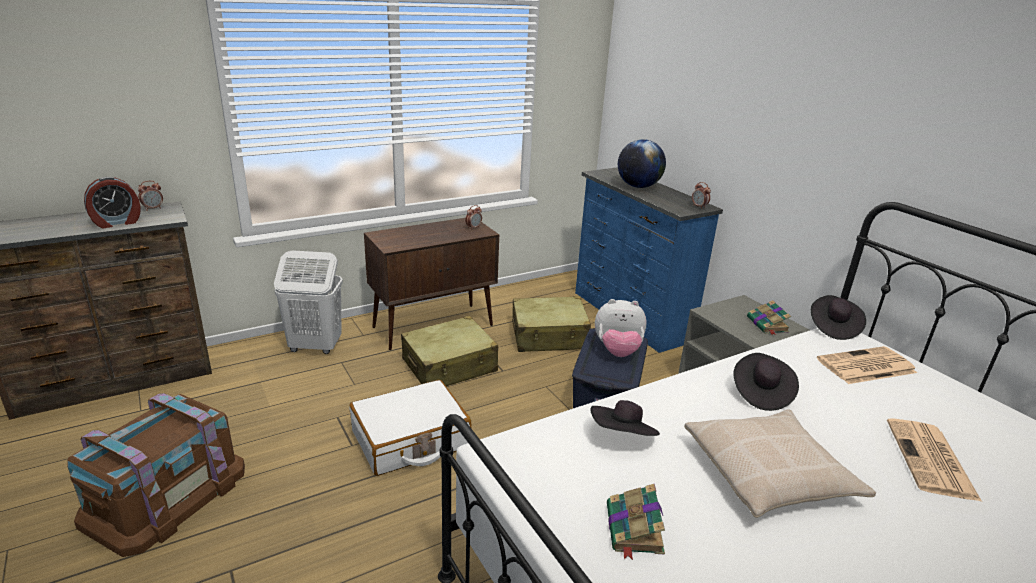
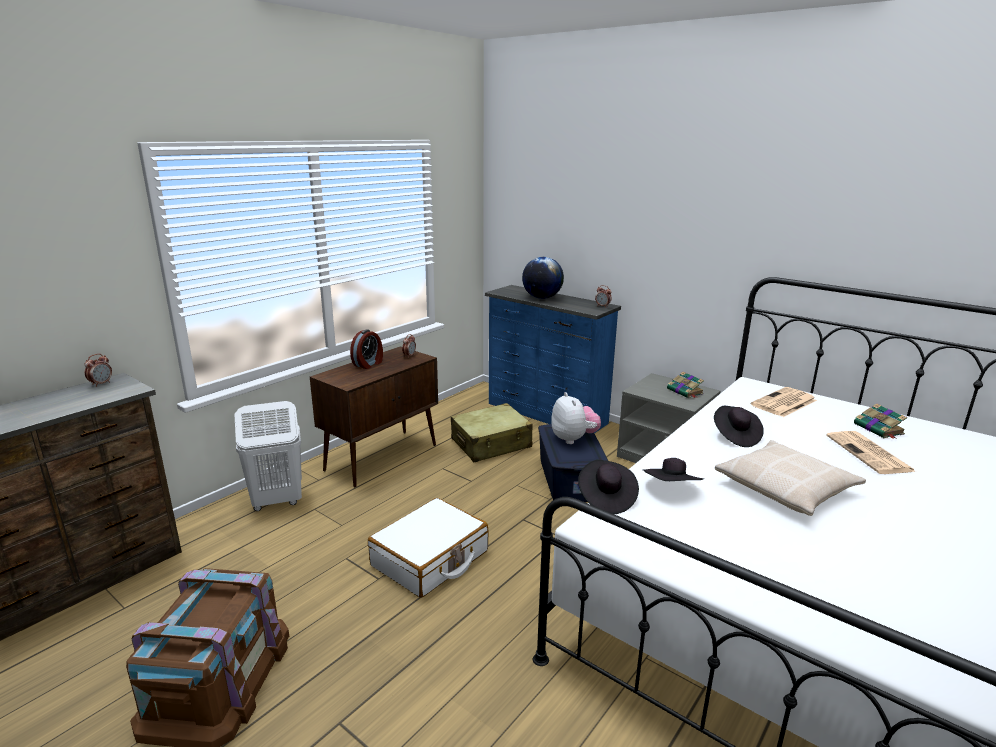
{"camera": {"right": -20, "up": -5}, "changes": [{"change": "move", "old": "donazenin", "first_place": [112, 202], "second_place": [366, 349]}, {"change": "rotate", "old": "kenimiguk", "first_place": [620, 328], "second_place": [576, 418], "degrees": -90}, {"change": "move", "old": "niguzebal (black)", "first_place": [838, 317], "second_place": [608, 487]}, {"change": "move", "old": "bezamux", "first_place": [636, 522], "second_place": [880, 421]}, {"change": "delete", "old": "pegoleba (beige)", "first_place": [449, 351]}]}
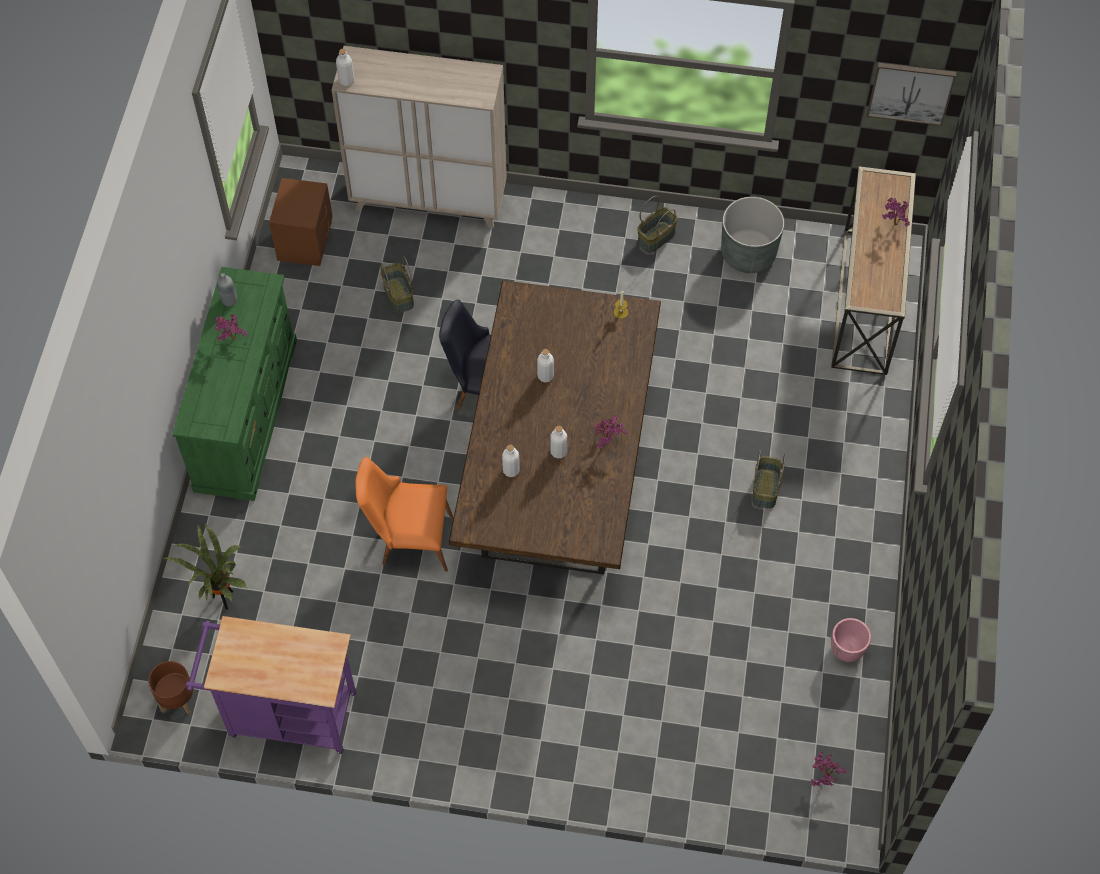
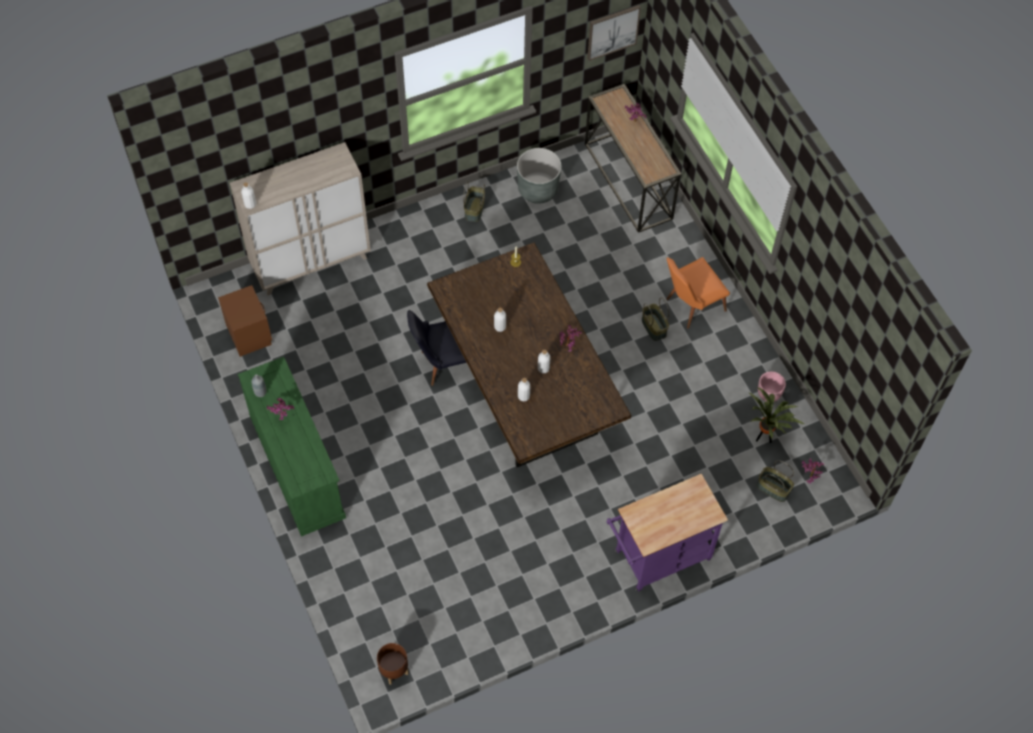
{"camera": {"right": -35, "up": 0}, "changes": [{"change": "move", "old": "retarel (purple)", "first_place": [270, 685], "second_place": [667, 532]}, {"change": "move", "old": "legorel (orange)", "first_place": [404, 514], "second_place": [698, 293]}, {"change": "move", "old": "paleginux", "first_place": [205, 566], "second_place": [776, 415]}, {"change": "move", "old": "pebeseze", "first_place": [397, 284], "second_place": [775, 481]}]}
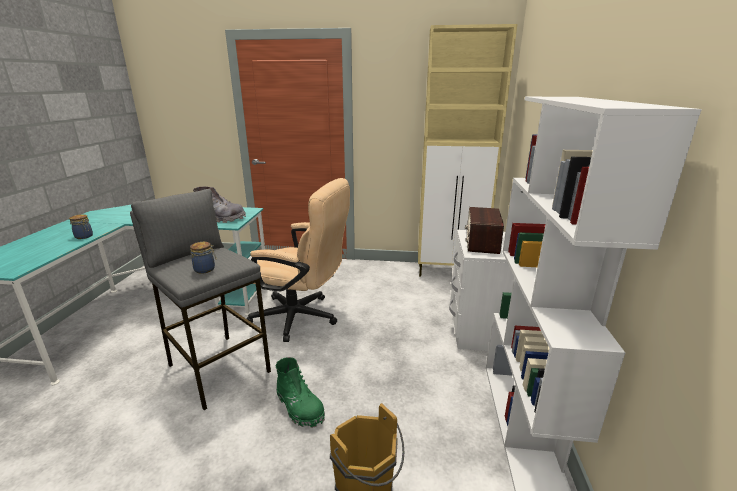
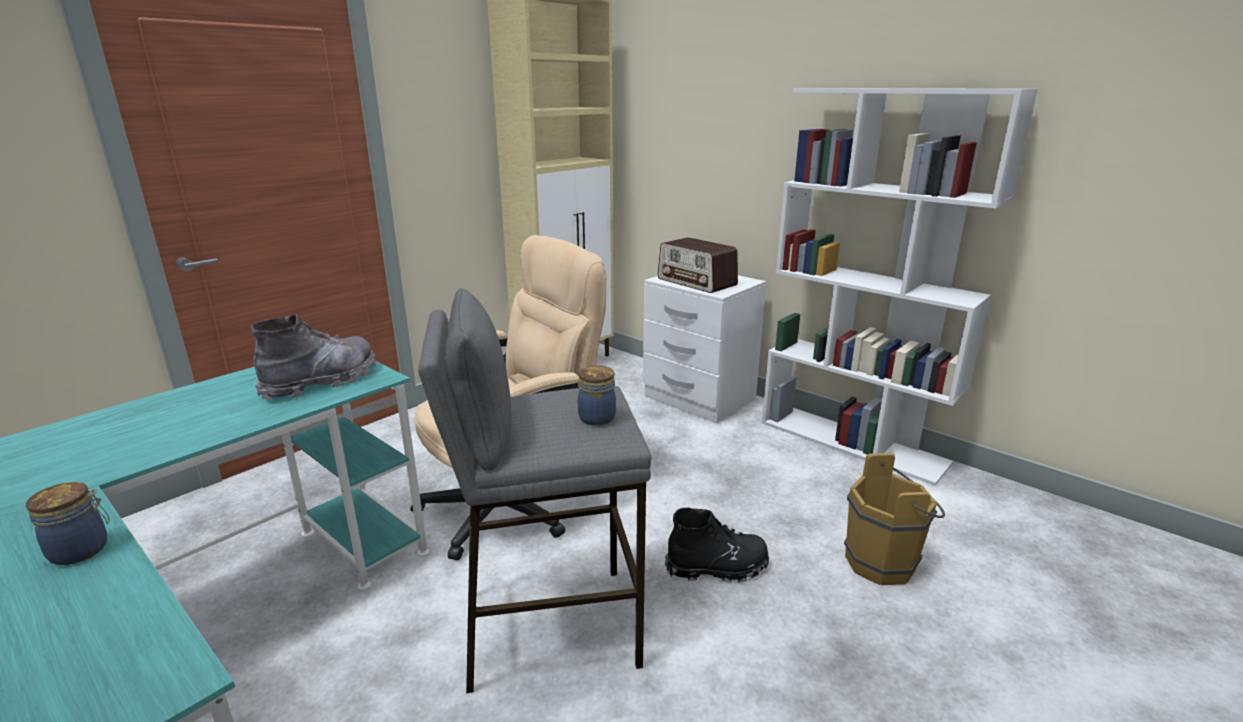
{"camera": {"right": -55, "up": 0}, "changes": [{"change": "recolor", "old": "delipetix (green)", "new": "delipetix (black)", "first_place": [300, 392], "second_place": [717, 545]}]}
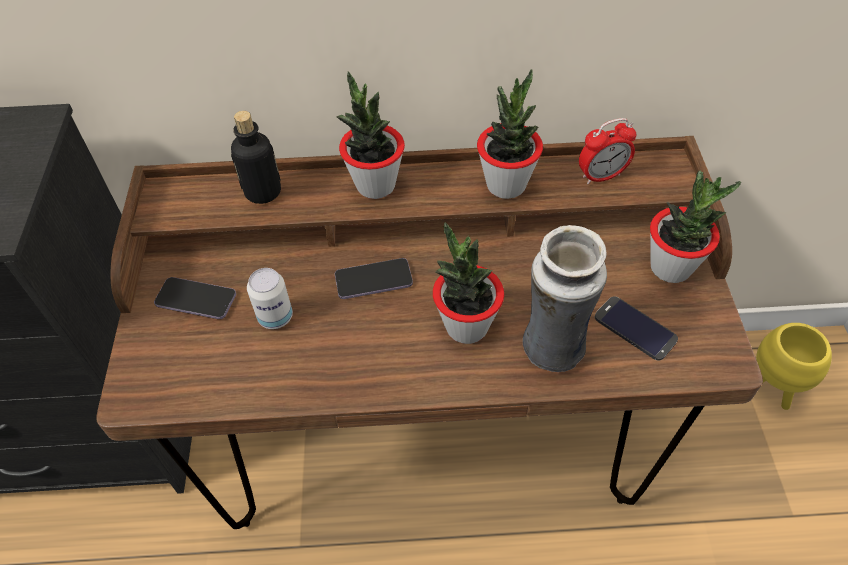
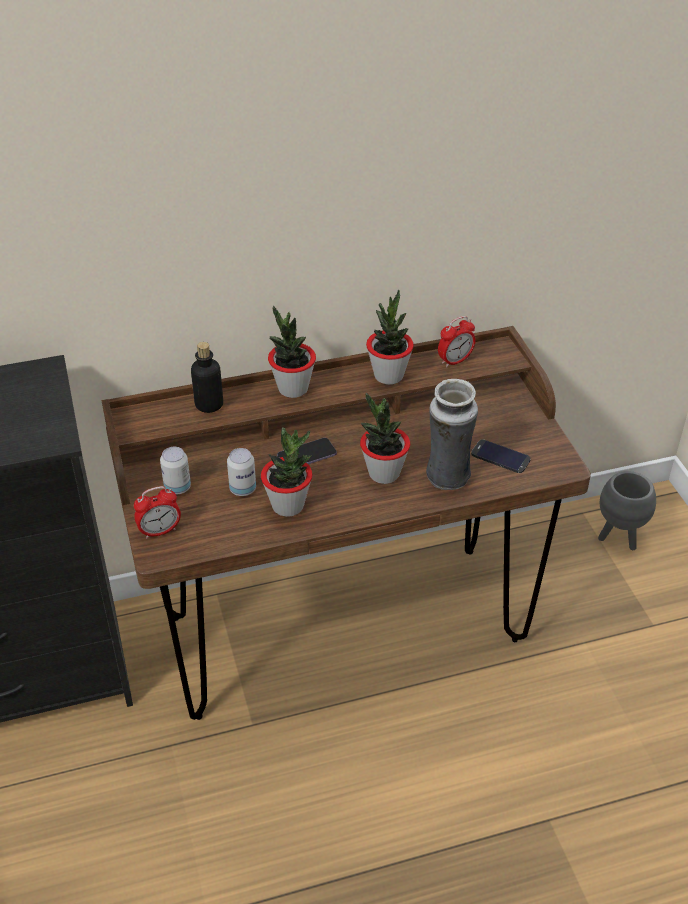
{"camera": {"right": -15, "up": -10}, "changes": [{"change": "insert", "new": "donazenin", "second_place": [157, 512]}, {"change": "replace", "old": "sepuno", "new": "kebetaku", "first_place": [195, 298], "second_place": [175, 471]}, {"change": "move", "old": "paleginux", "first_place": [695, 227], "second_place": [287, 472]}, {"change": "recolor", "old": "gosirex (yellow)", "new": "gosirex (grey)", "first_place": [794, 366], "second_place": [627, 510]}]}
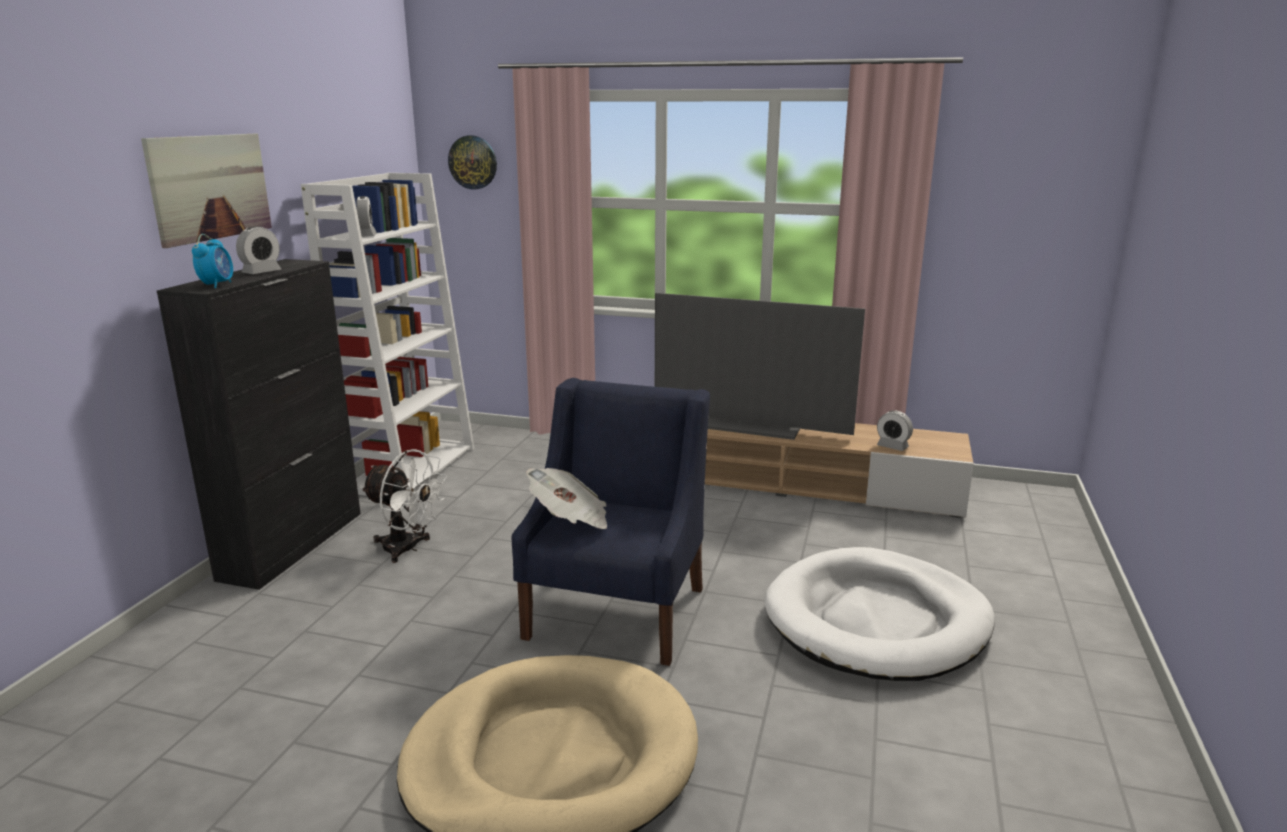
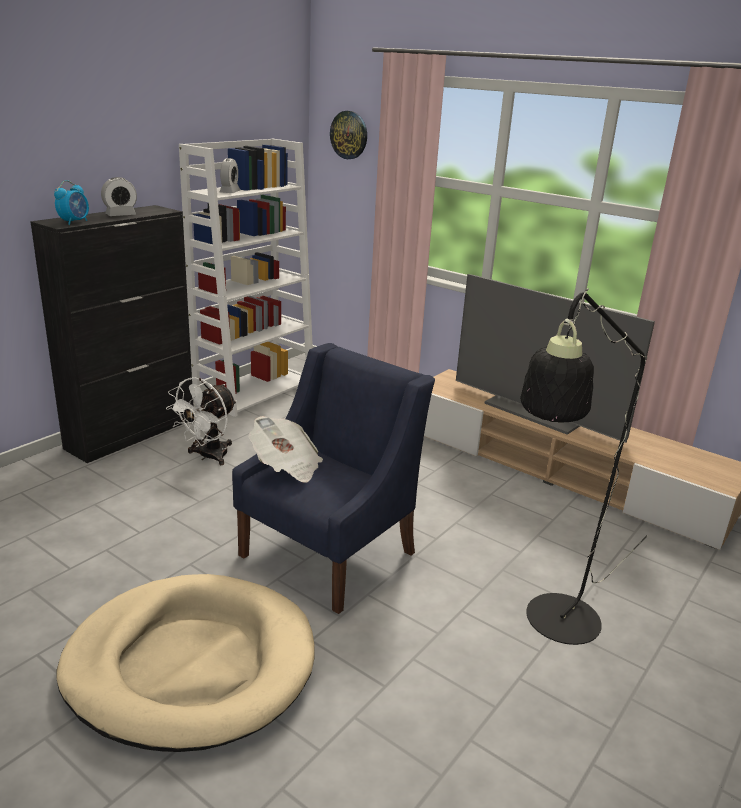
{"camera": {"right": 20, "up": 5}, "changes": [{"change": "rotate", "old": "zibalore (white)", "first_place": [404, 506], "second_place": [201, 421], "degrees": 75}, {"change": "replace", "old": "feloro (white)", "new": "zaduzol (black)", "first_place": [879, 614], "second_place": [584, 466]}, {"change": "delete", "old": "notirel", "first_place": [206, 190]}, {"change": "delete", "old": "donazenin", "first_place": [895, 430]}]}
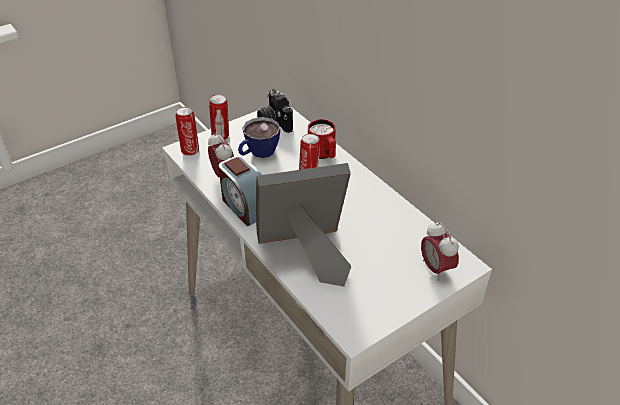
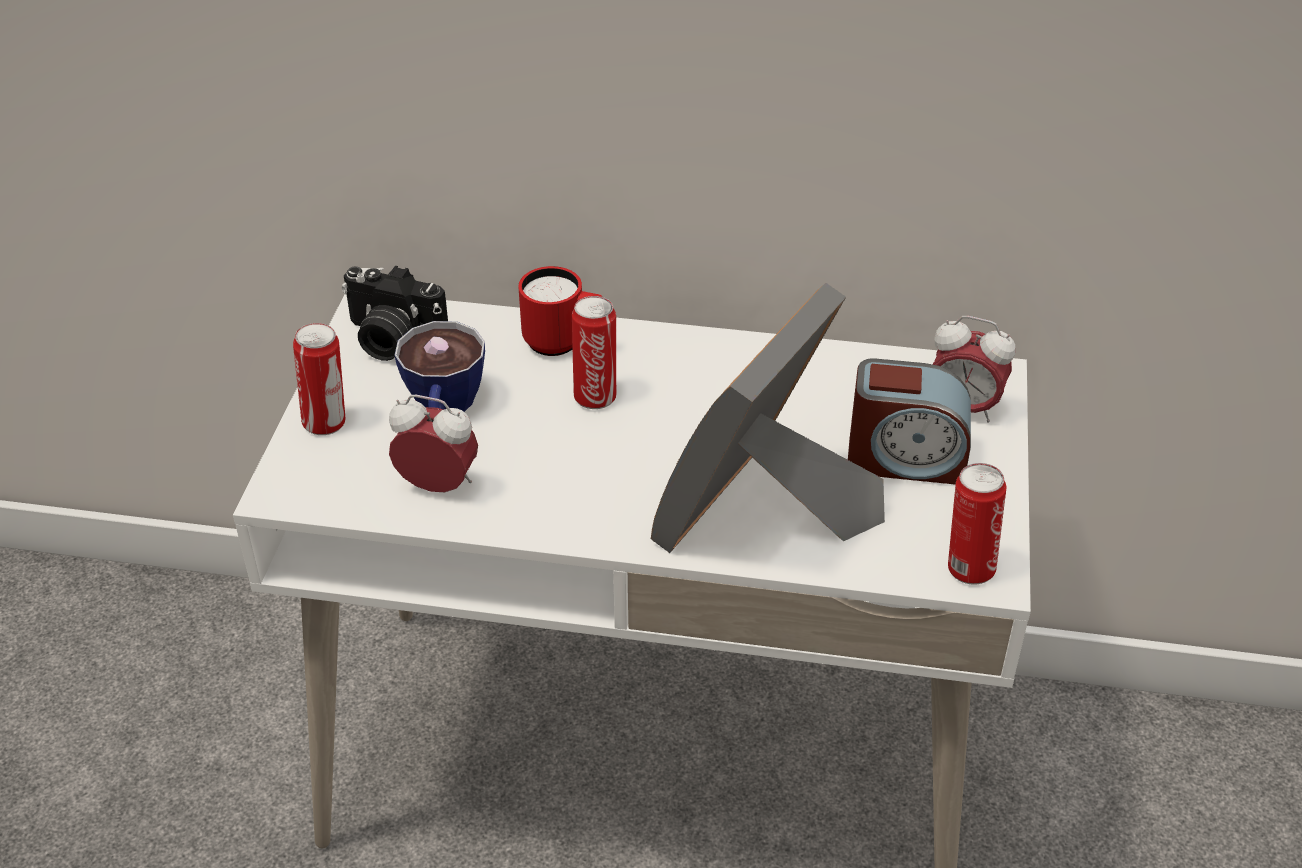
{"camera": {"right": -45, "up": 0}, "changes": [{"change": "move", "old": "donazenin", "first_place": [239, 190], "second_place": [909, 421]}, {"change": "move", "old": "kebetaku", "first_place": [187, 131], "second_place": [977, 523]}]}
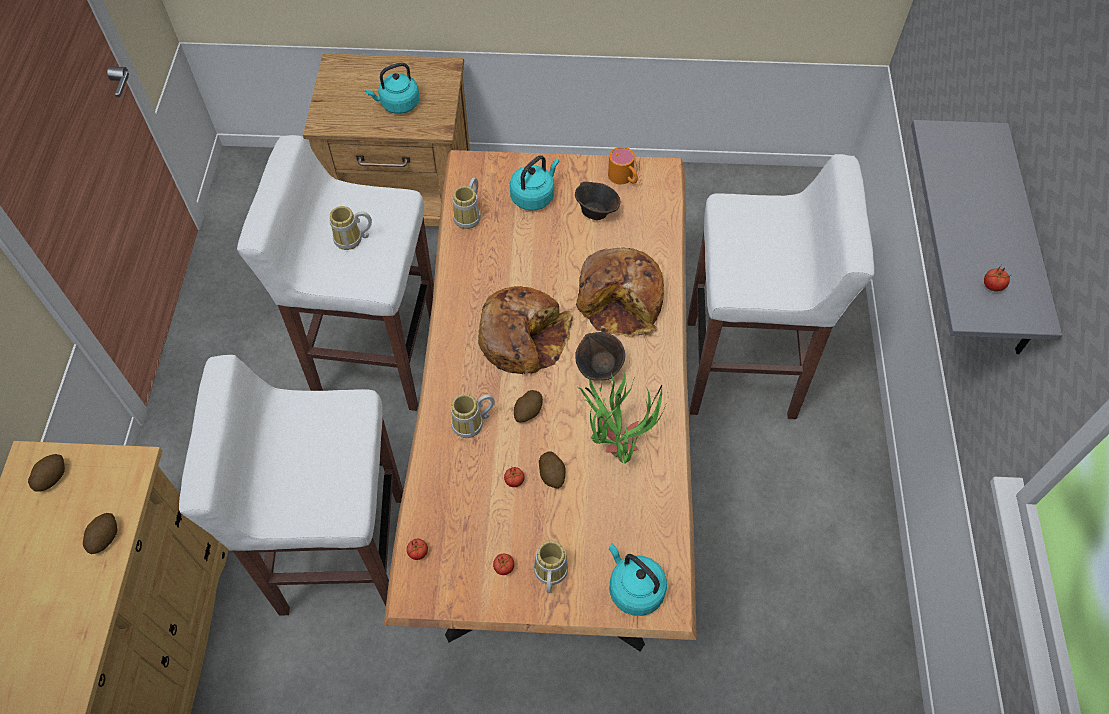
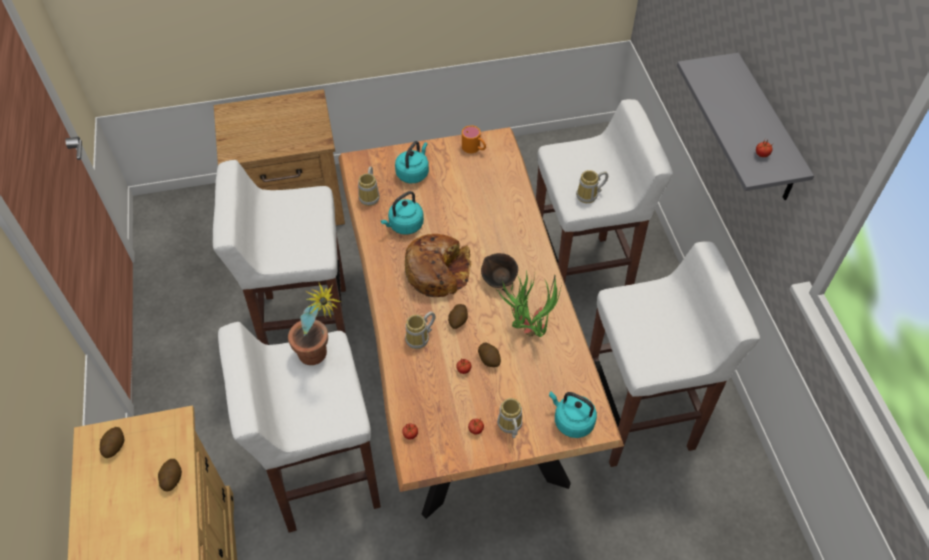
{"camera": {"right": -15, "up": -5}, "changes": [{"change": "insert", "new": "paleginux", "second_place": [314, 324]}, {"change": "move", "old": "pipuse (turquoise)", "first_place": [393, 88], "second_place": [402, 213]}, {"change": "move", "old": "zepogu", "first_place": [350, 228], "second_place": [592, 186]}, {"change": "insert", "new": "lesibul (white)", "second_place": [674, 354]}, {"change": "delete", "old": "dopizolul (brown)", "first_place": [597, 200]}, {"change": "delete", "old": "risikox", "first_place": [620, 292]}]}
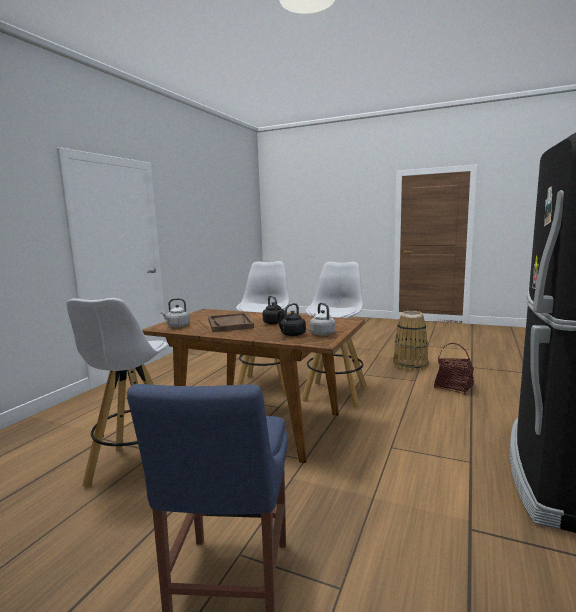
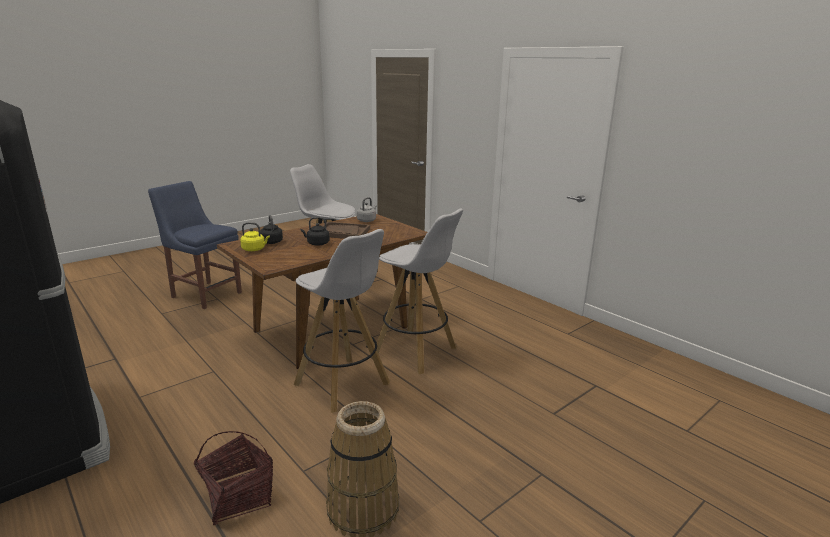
{"camera": {"right": 115, "up": 10}, "changes": [{"change": "recolor", "old": "pipuse (grey)", "new": "pipuse (yellow)", "first_place": [322, 319], "second_place": [255, 236]}]}
